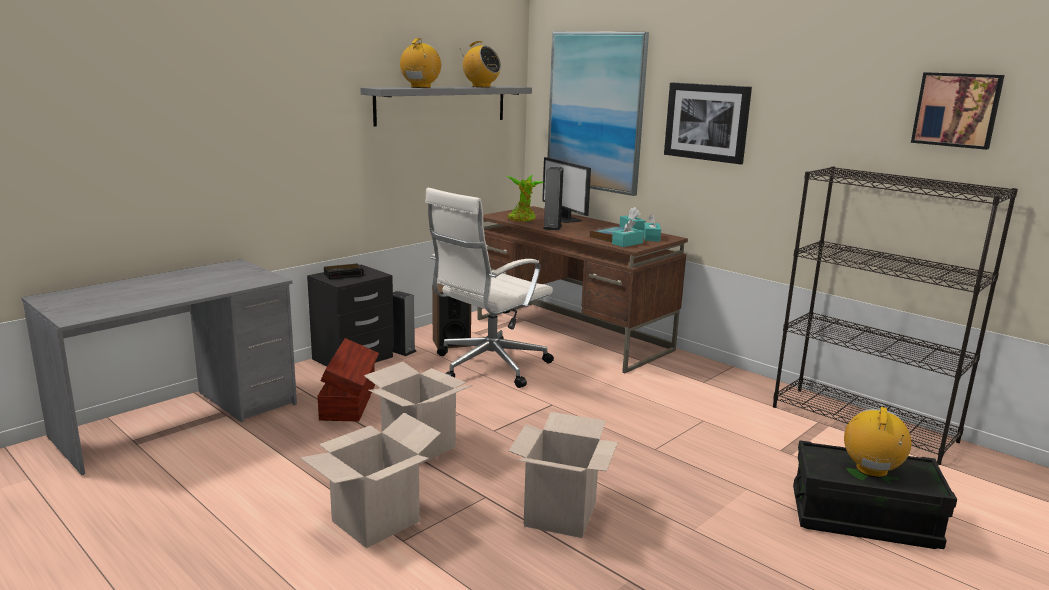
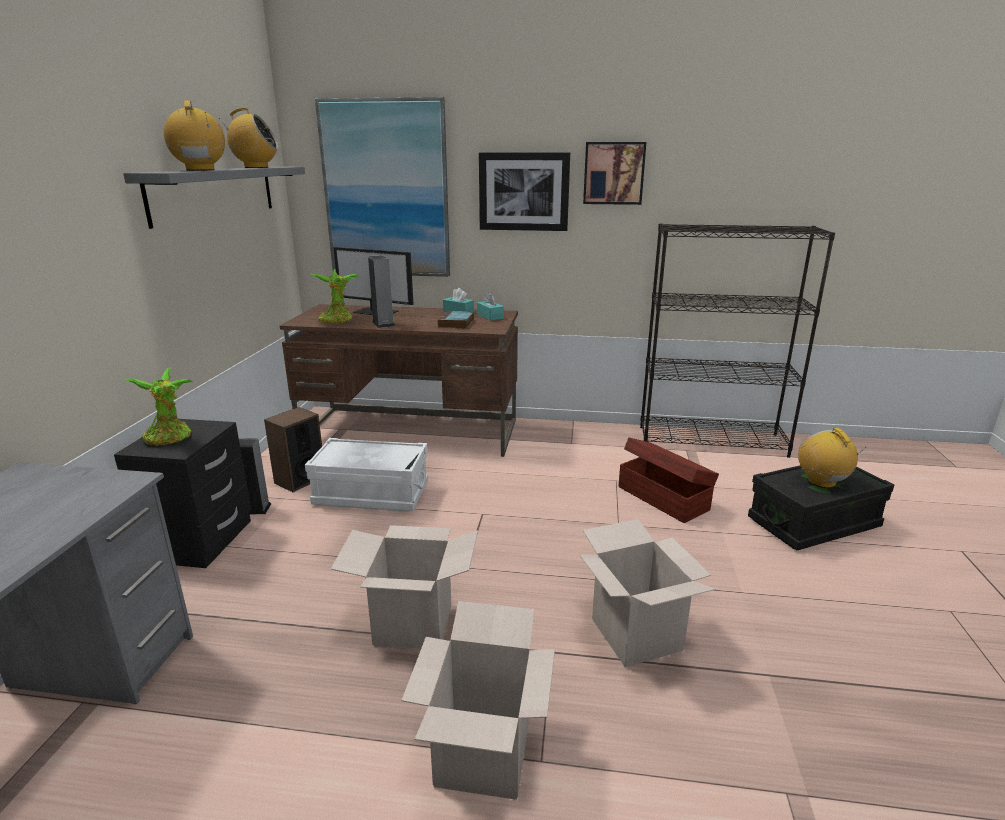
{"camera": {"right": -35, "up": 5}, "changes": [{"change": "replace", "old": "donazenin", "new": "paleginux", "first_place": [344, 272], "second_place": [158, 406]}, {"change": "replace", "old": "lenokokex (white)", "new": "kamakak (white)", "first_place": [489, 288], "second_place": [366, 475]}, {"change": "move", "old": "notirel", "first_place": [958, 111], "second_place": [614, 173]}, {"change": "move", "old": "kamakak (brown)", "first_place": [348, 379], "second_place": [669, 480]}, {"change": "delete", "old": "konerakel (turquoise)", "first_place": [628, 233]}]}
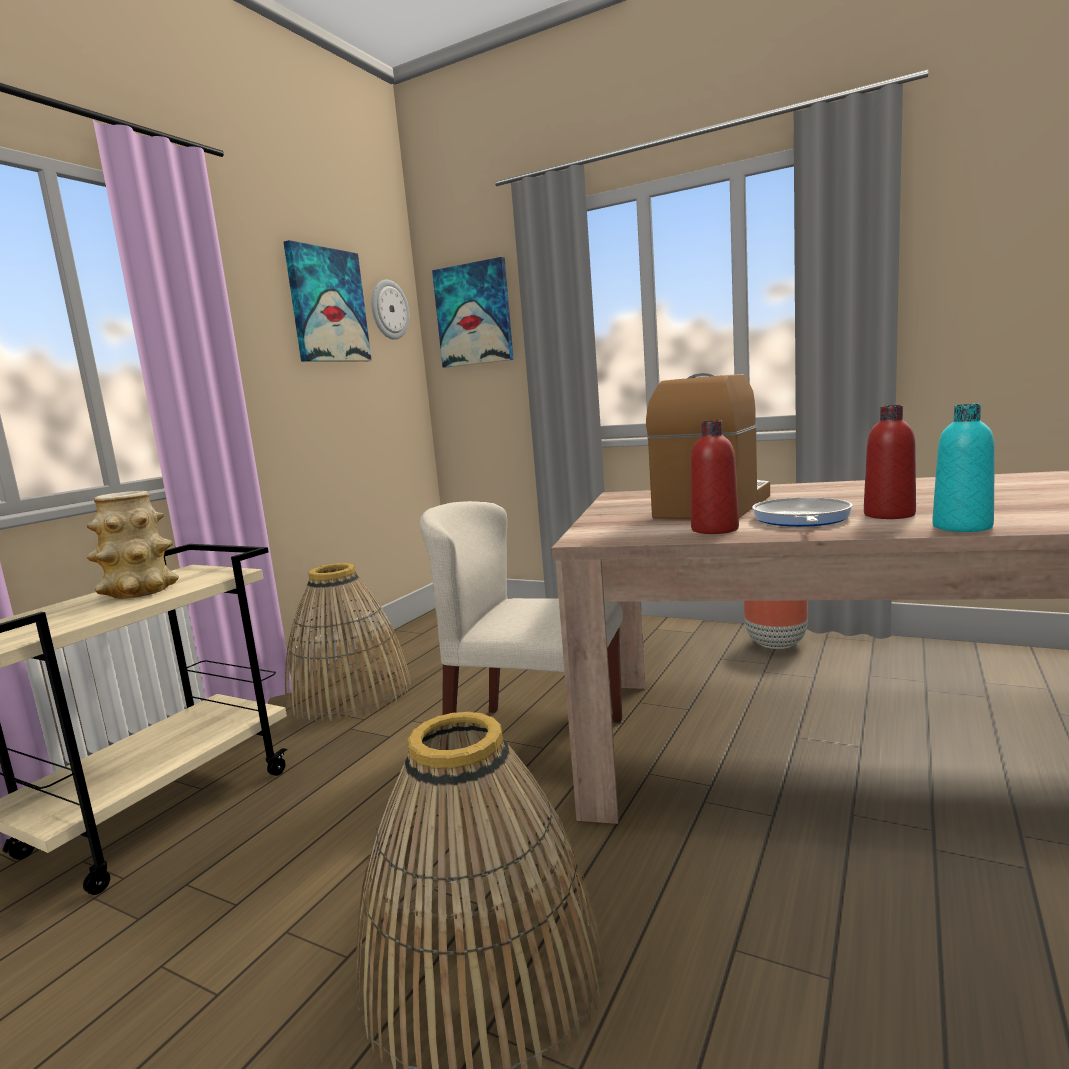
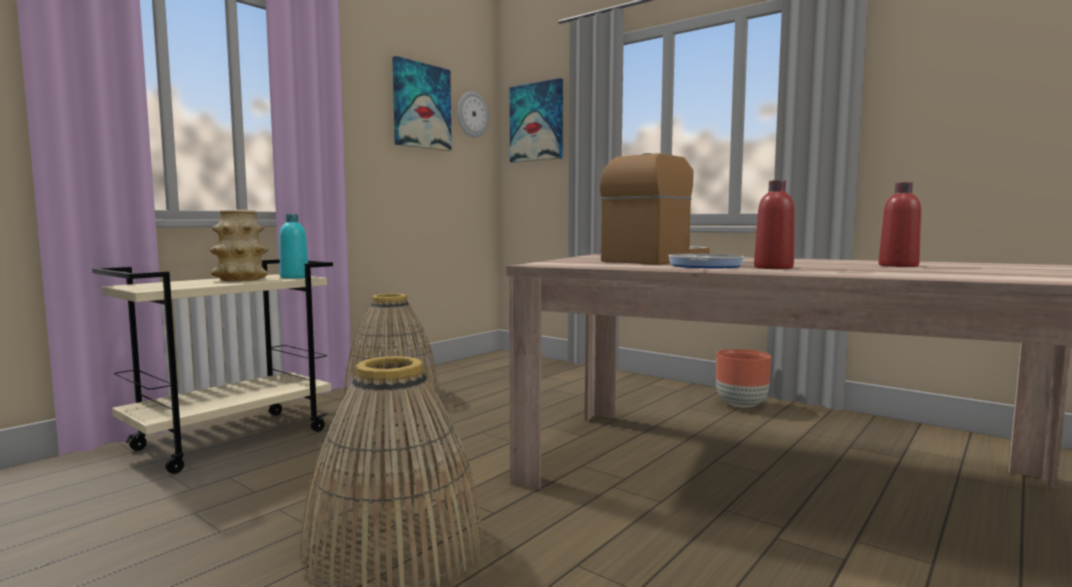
{"camera": {"right": 10, "up": -5}, "changes": [{"change": "move", "old": "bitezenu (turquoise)", "first_place": [963, 468], "second_place": [294, 246]}, {"change": "move", "old": "bitezenu (red)", "first_place": [715, 477], "second_place": [899, 224]}, {"change": "delete", "old": "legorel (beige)", "first_place": [521, 625]}]}
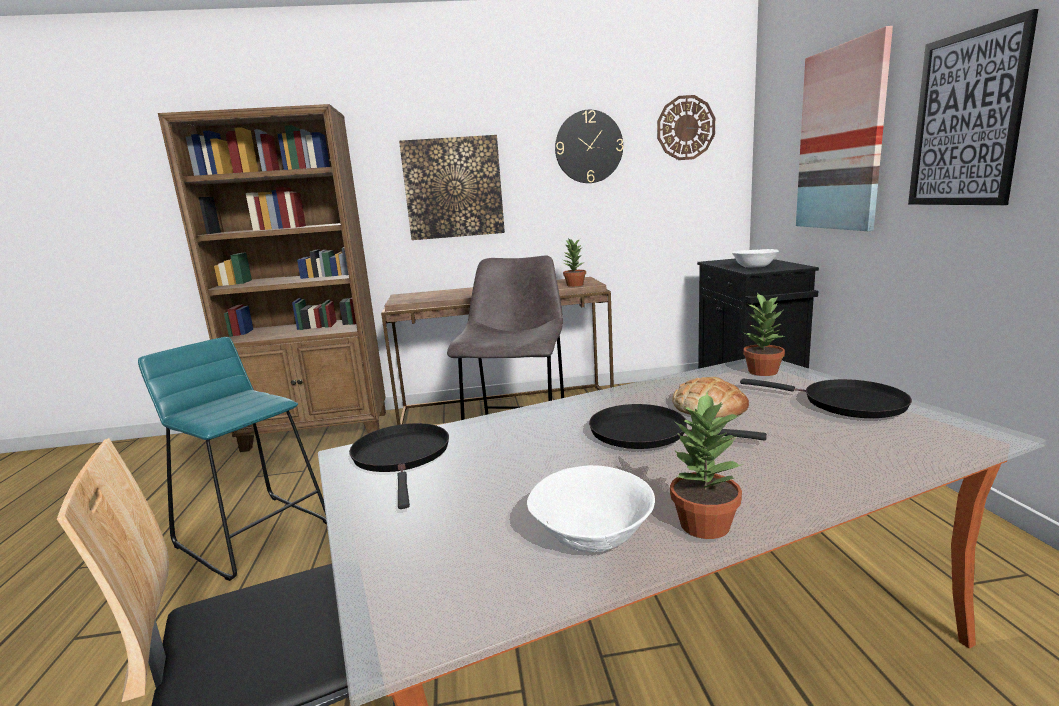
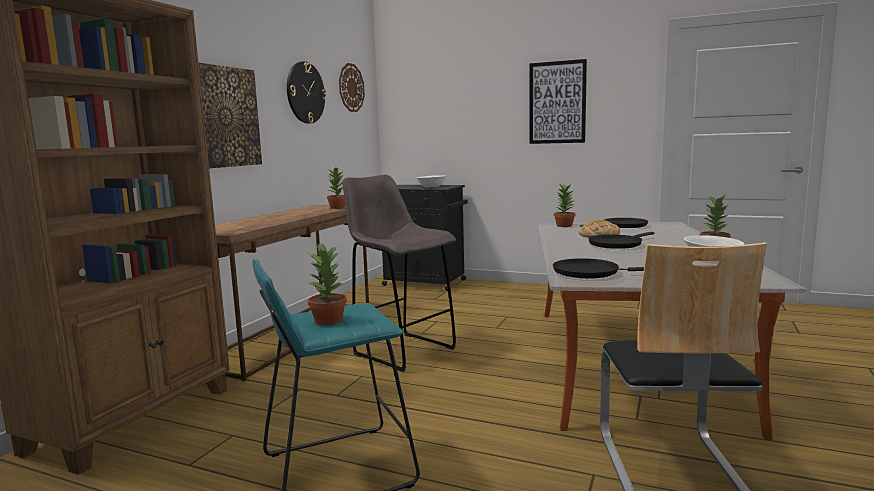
{"camera": {"right": -60, "up": -5}, "changes": [{"change": "insert", "new": "paleginux", "second_place": [327, 283]}, {"change": "delete", "old": "notirel", "first_place": [844, 128]}]}
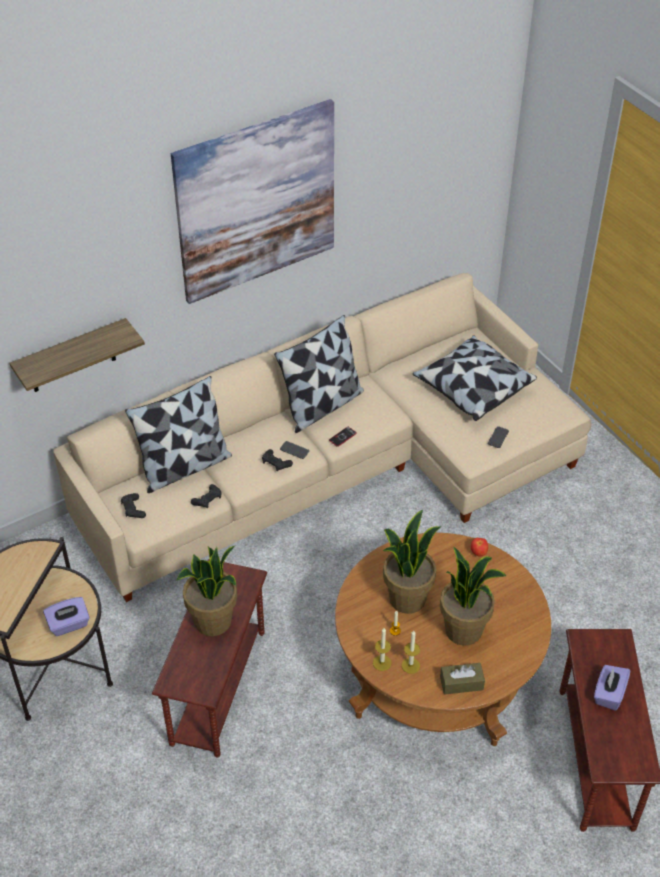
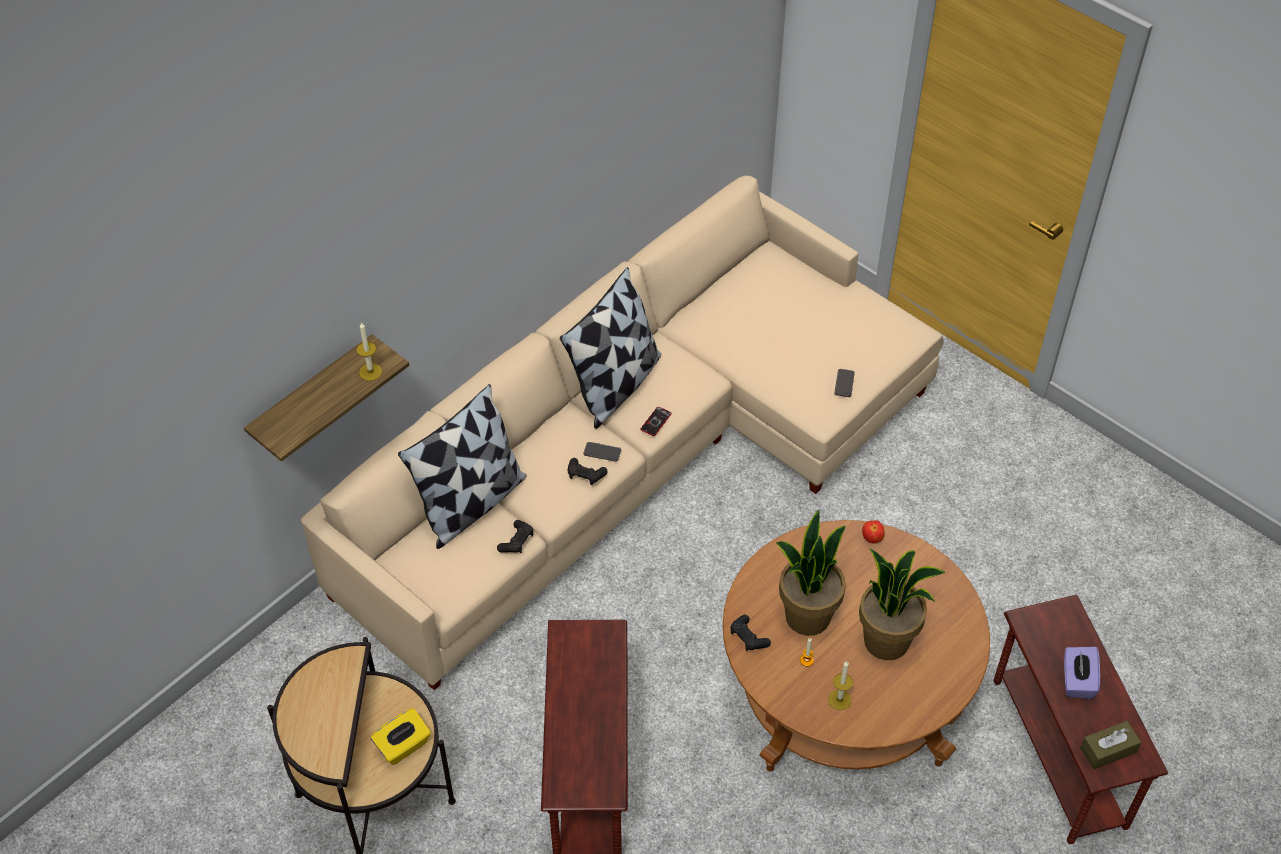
{"camera": {"right": -15, "up": 5}, "changes": [{"change": "move", "old": "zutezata", "first_place": [382, 649], "second_place": [369, 351]}, {"change": "recolor", "old": "konerakel (purple)", "new": "konerakel (yellow)", "first_place": [66, 616], "second_place": [400, 736]}, {"change": "move", "old": "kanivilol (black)", "first_place": [133, 505], "second_place": [750, 633]}, {"change": "move", "old": "konerakel (brown)", "first_place": [462, 679], "second_place": [1110, 745]}, {"change": "delete", "old": "notirel", "first_place": [252, 201]}, {"change": "delete", "old": "paleginux", "first_place": [207, 591]}, {"change": "delete", "old": "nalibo", "first_place": [475, 378]}]}
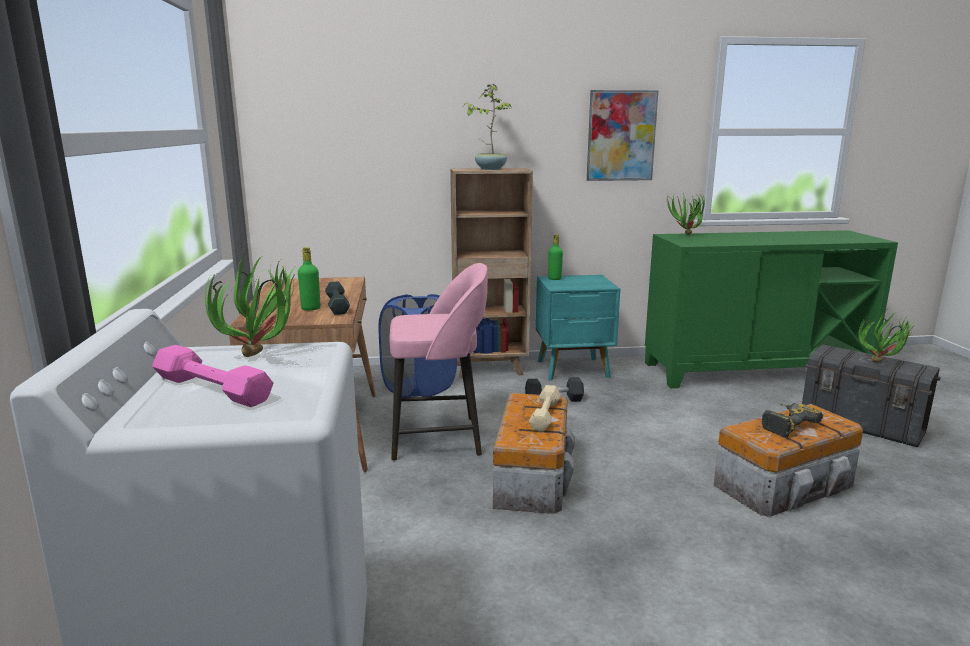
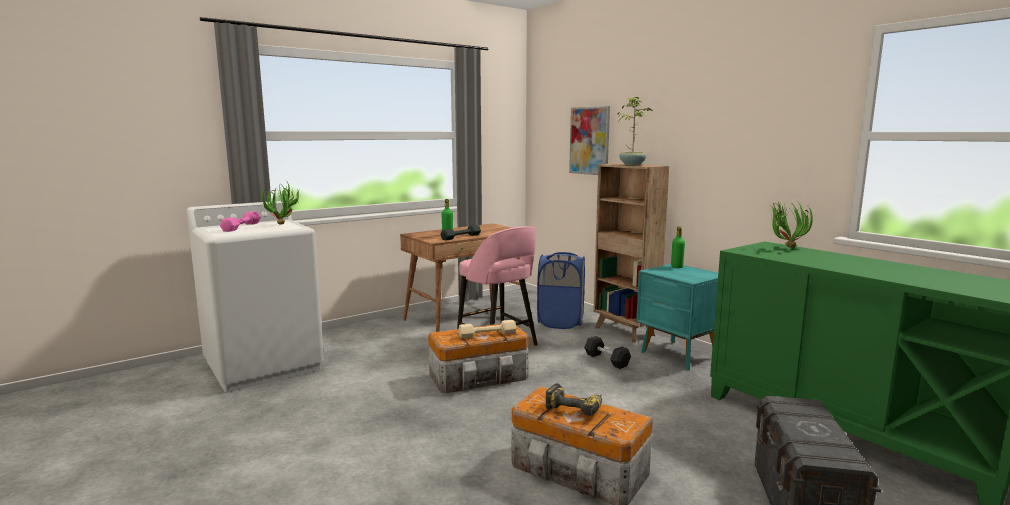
{"camera": {"right": 60, "up": -5}, "changes": [{"change": "move", "old": "notirel", "first_place": [623, 135], "second_place": [589, 140]}, {"change": "delete", "old": "paleginux", "first_place": [887, 336]}]}
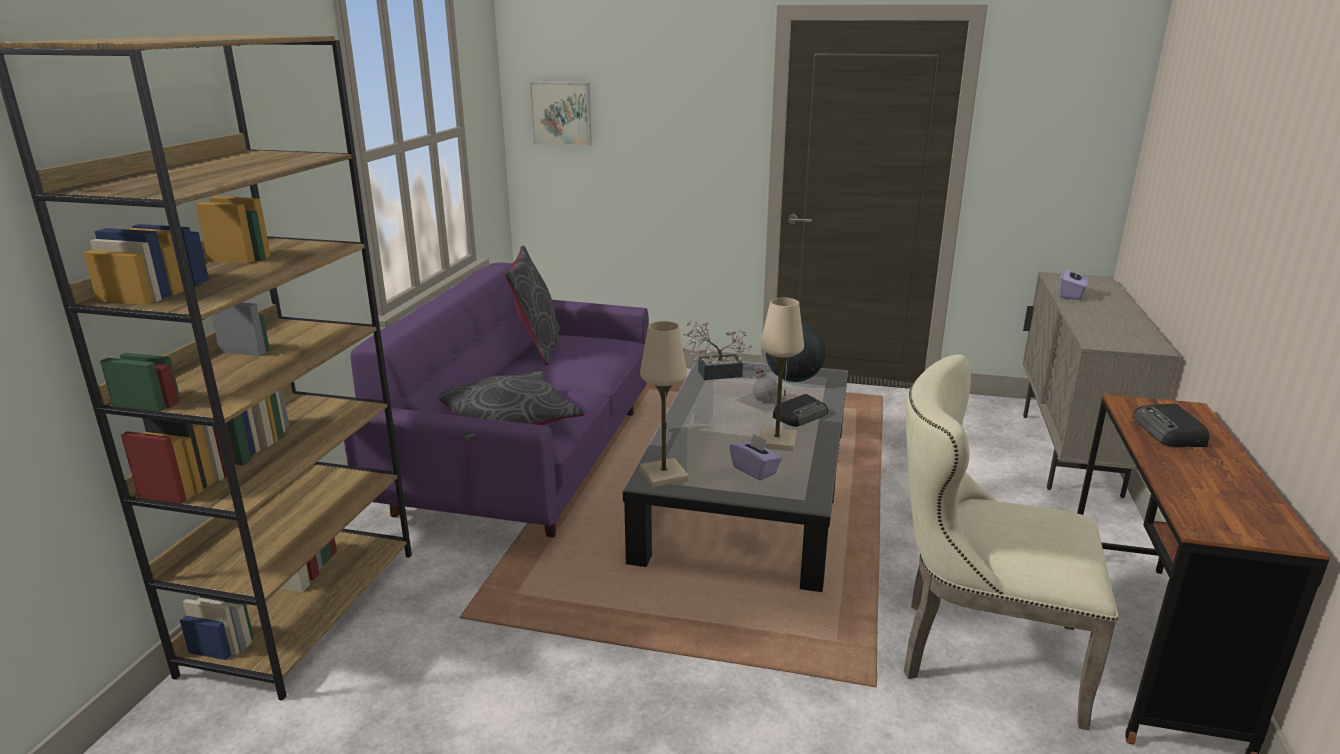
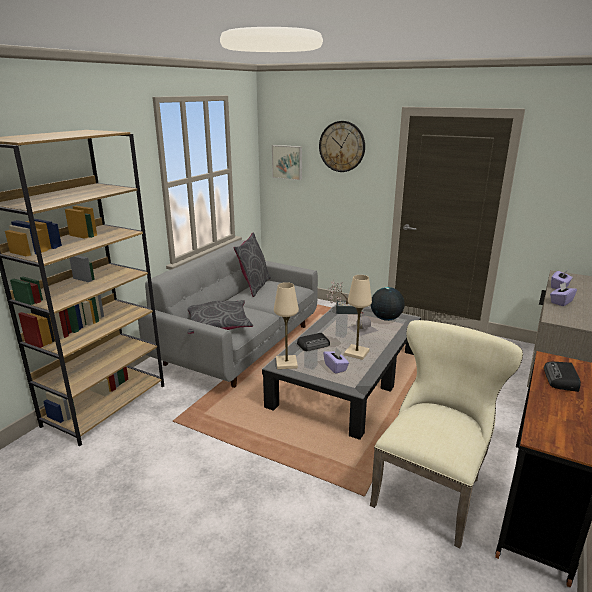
{"camera": {"right": 15, "up": 0}, "changes": [{"change": "recolor", "old": "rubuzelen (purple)", "new": "rubuzelen (grey)", "first_place": [496, 400], "second_place": [228, 314]}, {"change": "move", "old": "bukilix", "first_place": [800, 410], "second_place": [313, 342]}, {"change": "insert", "new": "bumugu", "second_place": [342, 146]}, {"change": "rotate", "old": "legorel (beige)", "first_place": [1011, 542], "second_place": [446, 434], "degrees": 90}, {"change": "insert", "new": "konerakel (purple)", "second_place": [563, 294]}]}
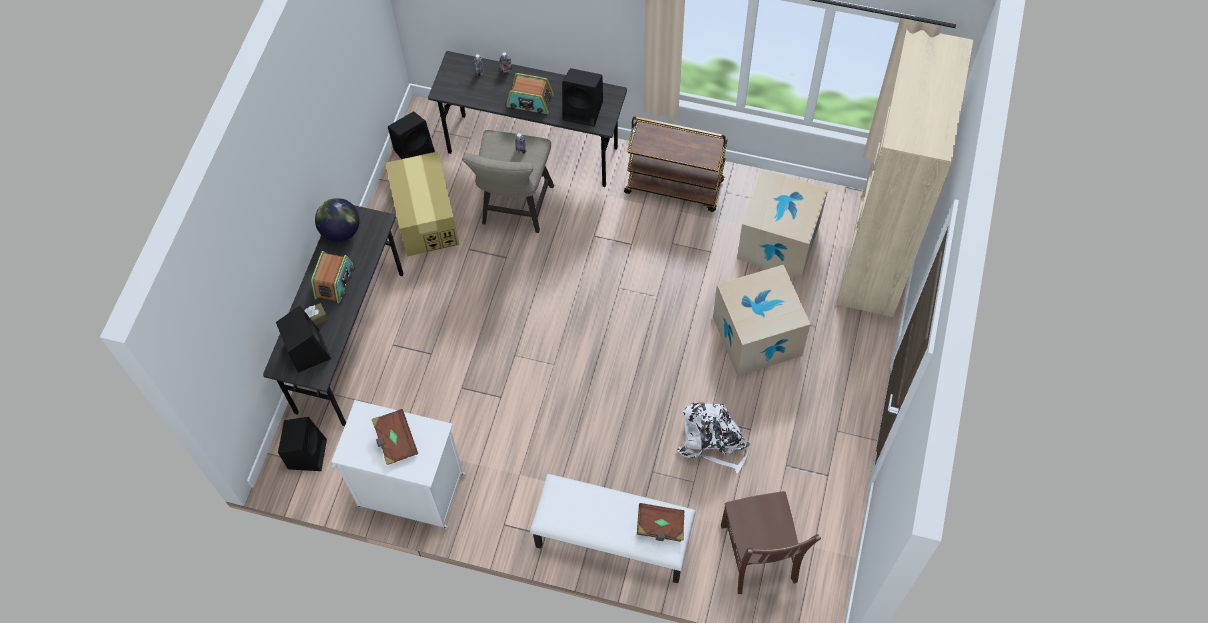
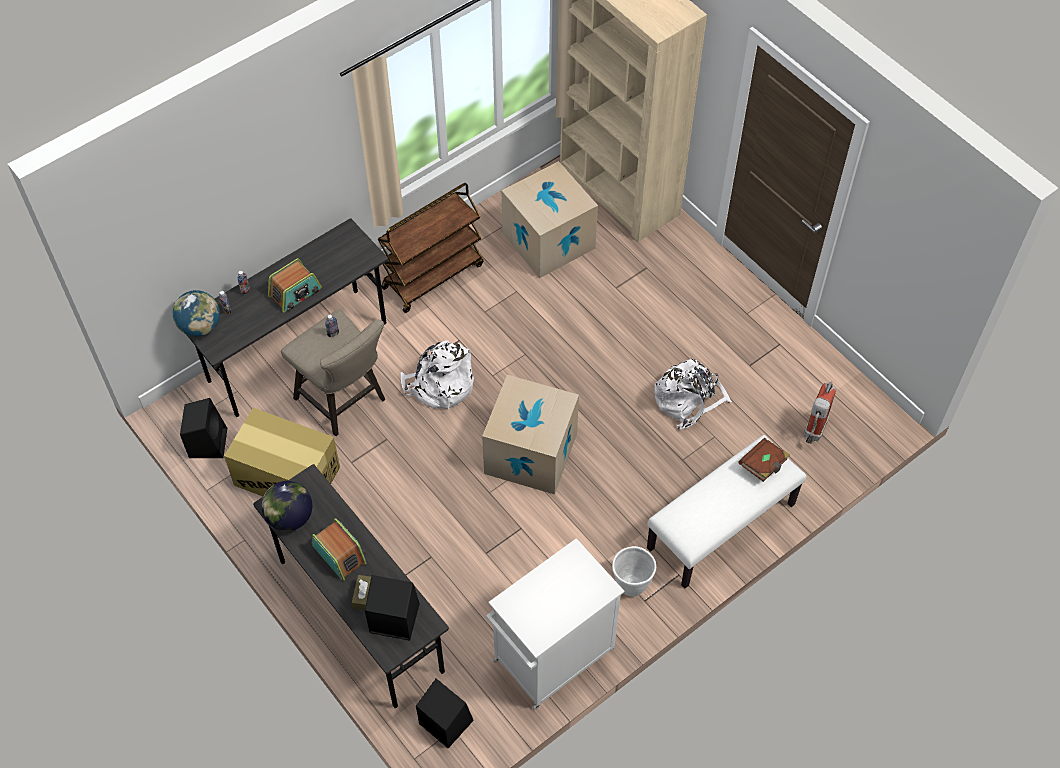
{"camera": {"right": -55, "up": -5}, "changes": [{"change": "insert", "new": "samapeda", "second_place": [196, 313]}, {"change": "insert", "new": "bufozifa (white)", "second_place": [437, 375]}, {"change": "move", "old": "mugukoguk", "first_place": [762, 320], "second_place": [530, 435]}, {"change": "insert", "new": "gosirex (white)", "second_place": [634, 571]}, {"change": "replace", "old": "legorel (brown)", "new": "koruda", "first_place": [771, 542], "second_place": [820, 413]}, {"change": "delete", "old": "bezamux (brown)", "first_place": [395, 437]}, {"change": "delete", "old": "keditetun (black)", "first_place": [582, 97]}]}
